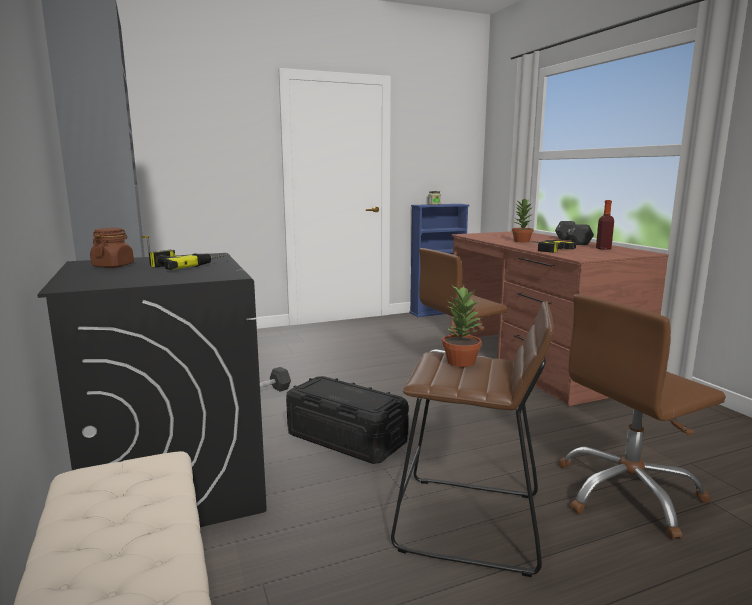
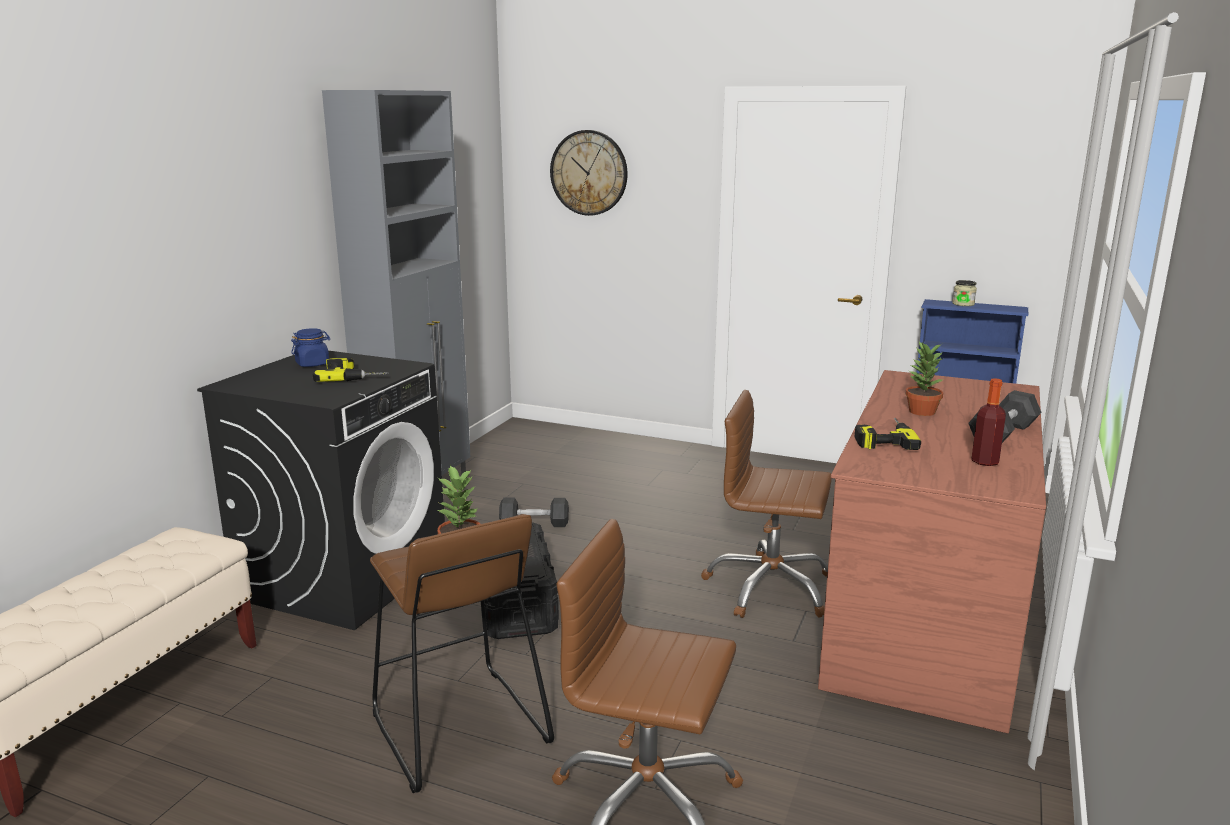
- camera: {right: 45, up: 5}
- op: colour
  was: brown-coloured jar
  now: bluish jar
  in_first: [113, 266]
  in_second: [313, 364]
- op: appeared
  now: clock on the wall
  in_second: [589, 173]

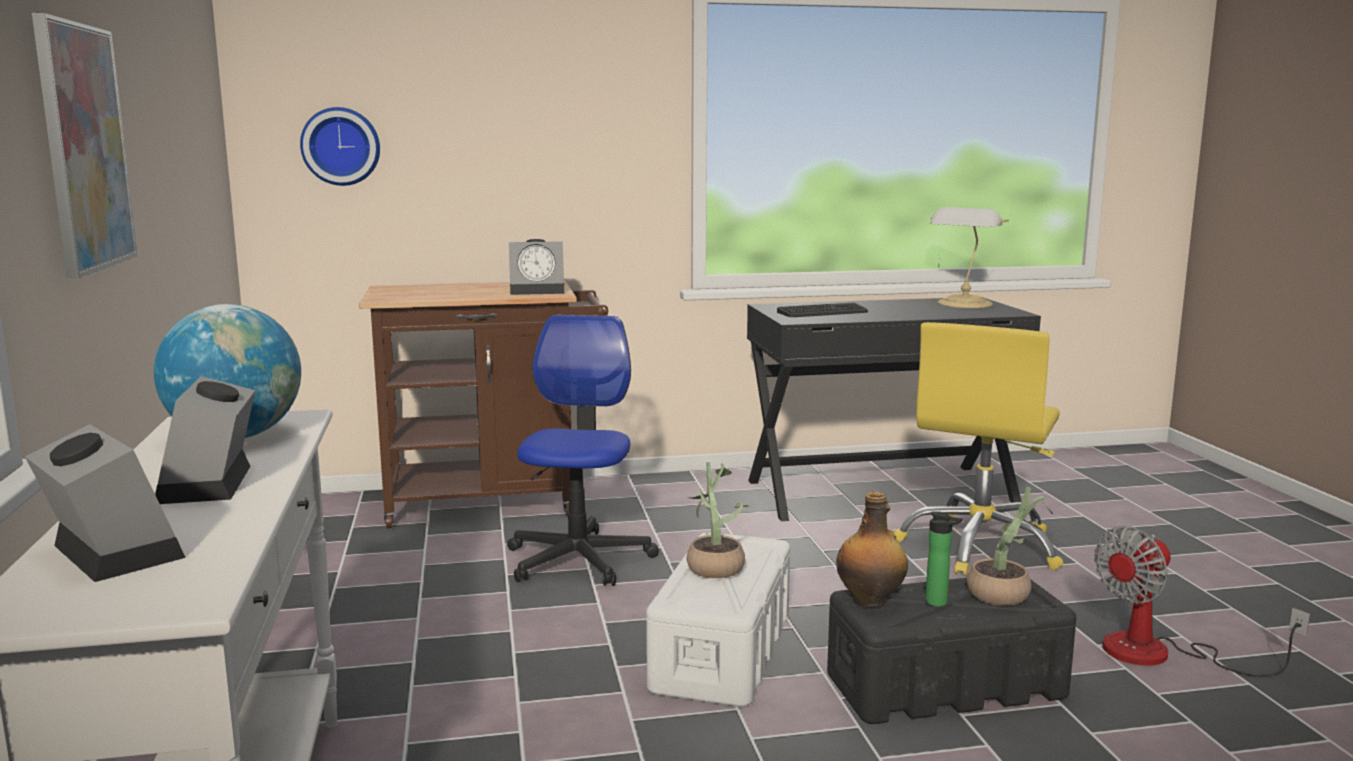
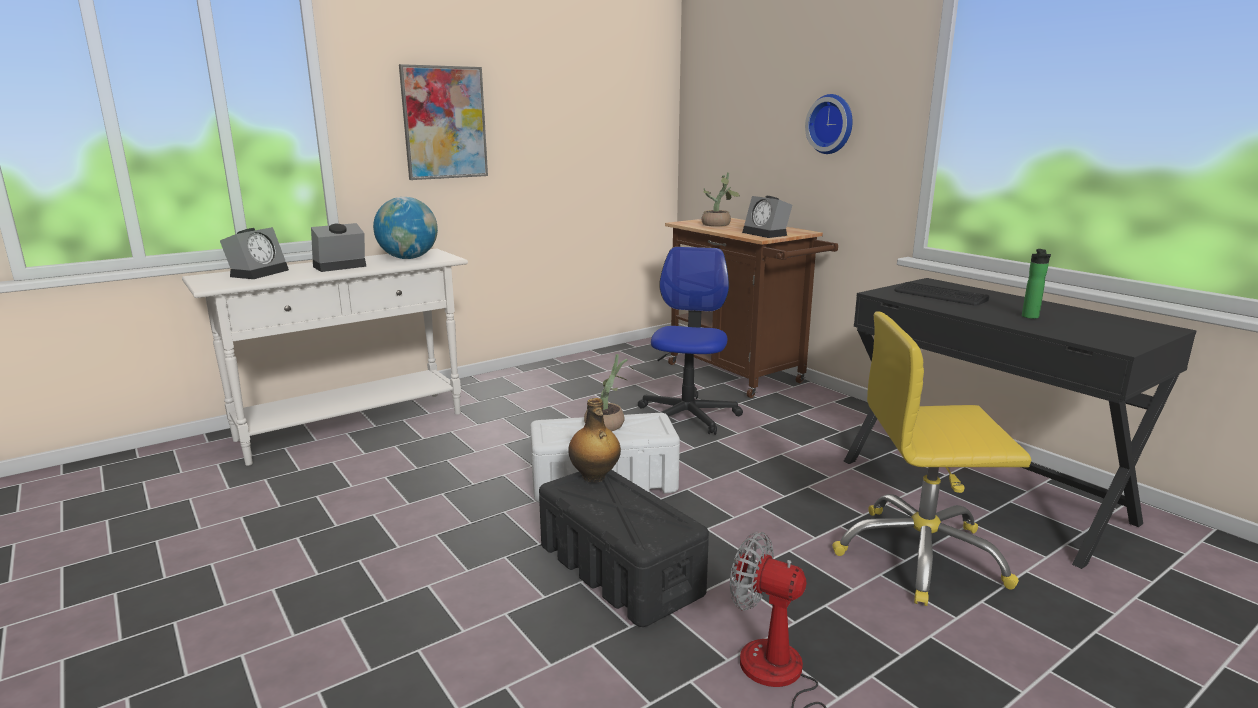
- camera: {right: 65, up: 5}
- op: relocated
  was: clock on the wall
  in_first: [341, 146]
  in_second: [832, 124]
- op: spun
  was: desk chair
  in_first: [578, 559]
  in_second: [687, 416]
  clockwise: -60
- op: relocated
  was: bottle
  in_first: [939, 603]
  in_second: [1030, 317]
- op: missing
  was: lamp for a table
  in_first: [964, 304]
- op: relocated
  was: plant in a pot
  in_first: [1005, 594]
  in_second: [718, 225]

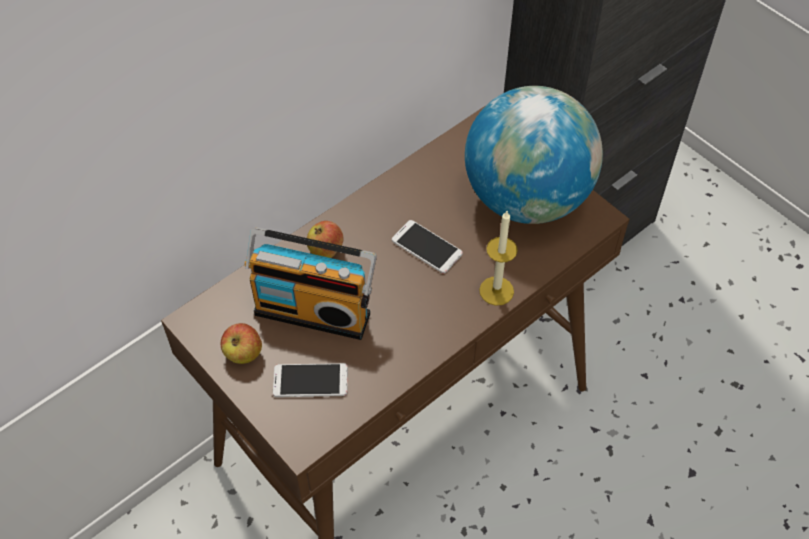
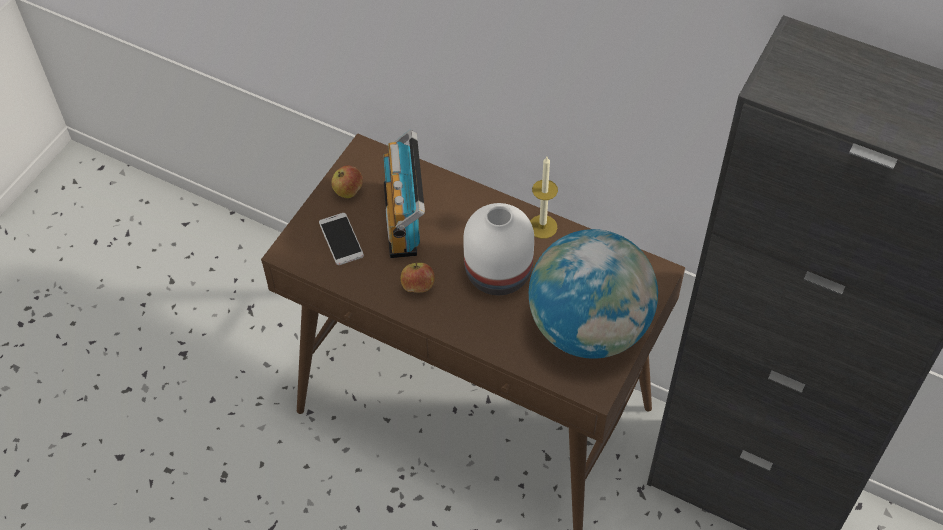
- camera: {right: 70, up: 0}
- op: relocated
  was: apple fruit
  in_first: [326, 250]
  in_second: [418, 286]
- op: exchanged
  was: telephone
  now: white-coloured flower vase
  in_first: [427, 247]
  in_second: [500, 272]
- op: relocated
  was: candle
  in_first: [496, 291]
  in_second: [542, 226]

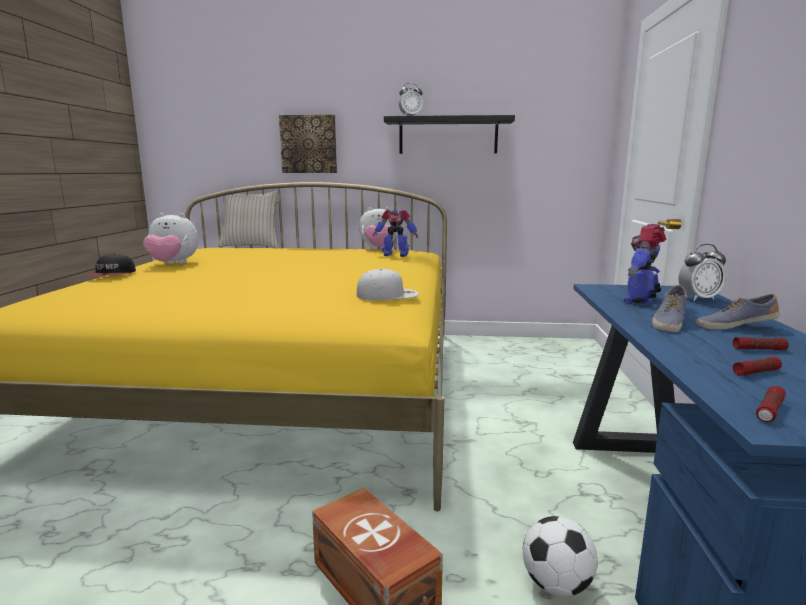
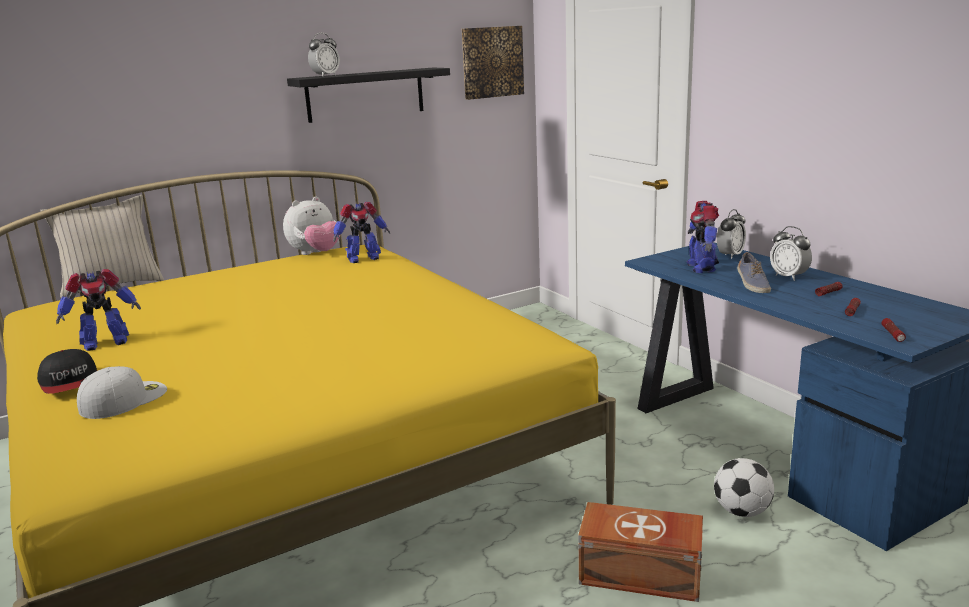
- camera: {right: -35, up: 5}
- op: exchanged
  was: cuddly toy
  now: model robot
  in_first: [173, 264]
  in_second: [105, 343]
- op: relocated
  was: wall picture
  in_first: [309, 144]
  in_second: [492, 62]
- op: relocated
  was: white-coloured peaked cap
  in_first: [388, 294]
  in_second: [124, 399]
- op: exchanged
  was: item of footwear
  now: bedside clock
  in_first: [734, 326]
  in_second: [789, 276]

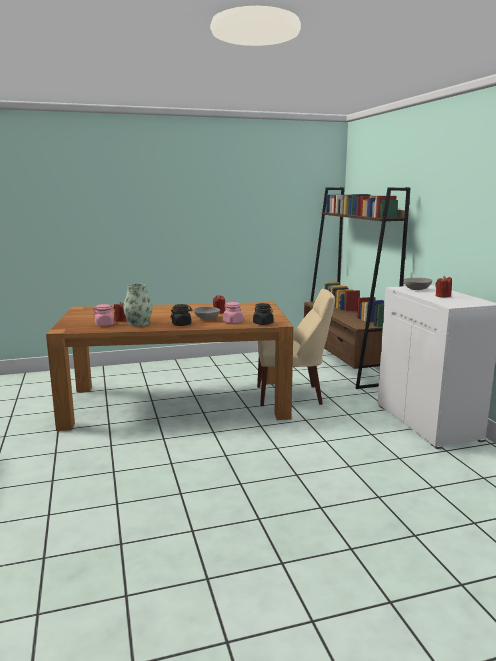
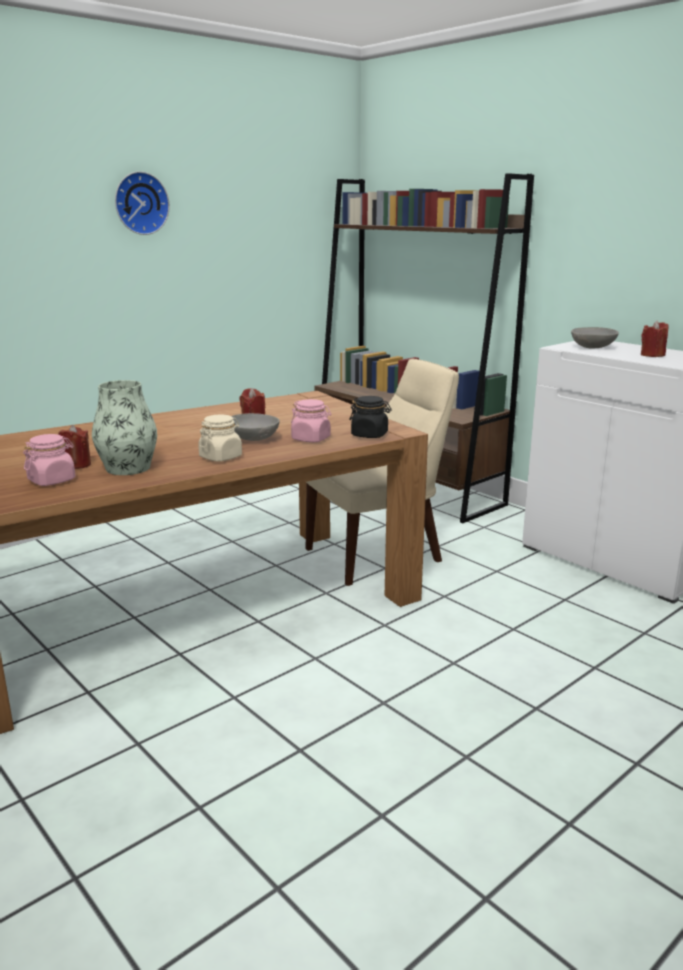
- camera: {right: -25, up: 5}
- op: colour
  was: blackish jar
  now: sand-coloured jar
  in_first: [181, 324]
  in_second: [221, 457]
- op: appeared
  now: clock on the wall
  in_second: [140, 203]

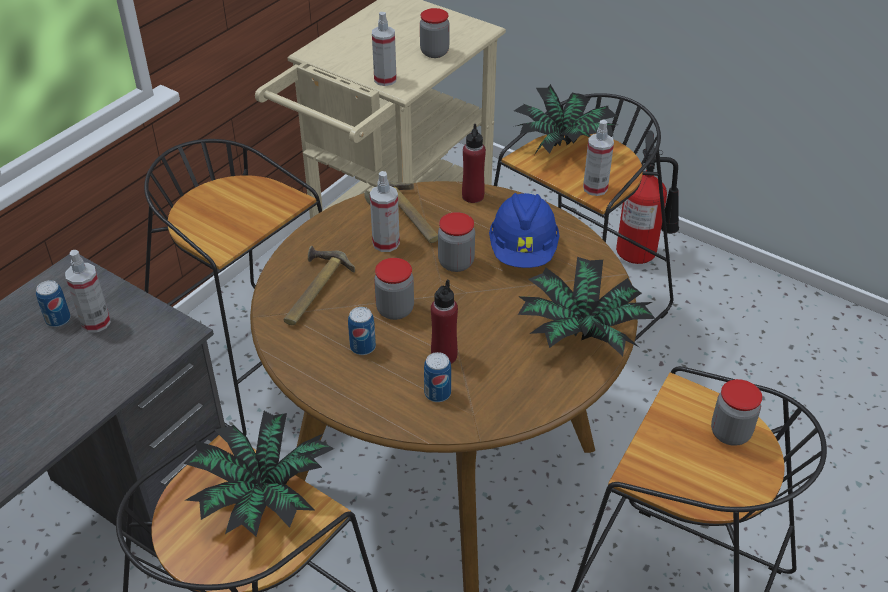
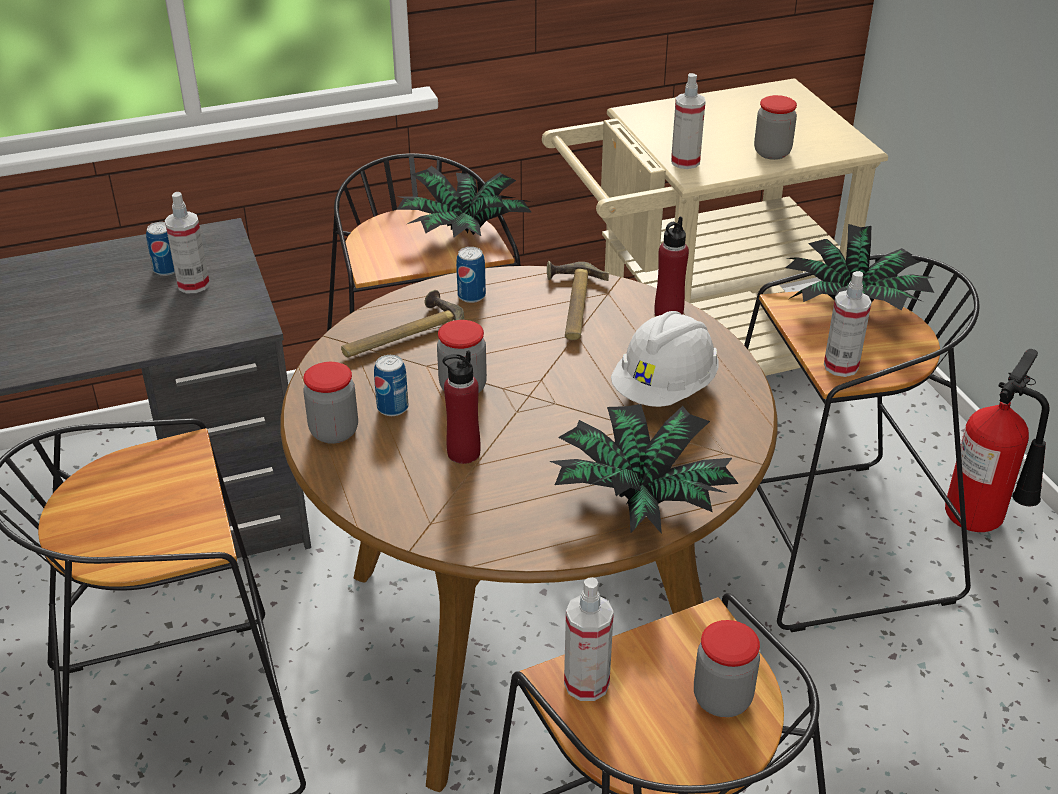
- camera: {right: 35, up: -5}
- op: relocated
  was: plant in a pot
  in_first: [262, 495]
  in_second: [463, 232]
- op: relocated
  was: hand sprayer
  in_first: [386, 243]
  in_second: [586, 683]
- op: relocated
  was: can
  in_first: [437, 393]
  in_second: [471, 296]
- op: relocated
  was: jar
  in_first: [456, 263]
  in_second: [334, 432]
- op: colour
  was: bluish hard hat
  now: white-coloured hard hat
  in_first: [523, 250]
  in_second: [665, 389]

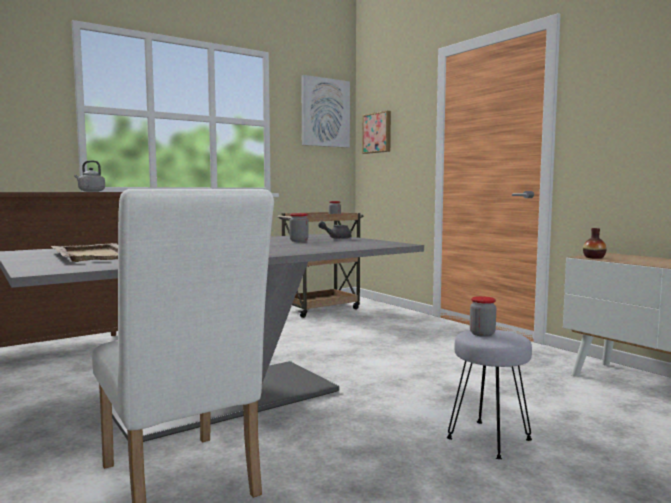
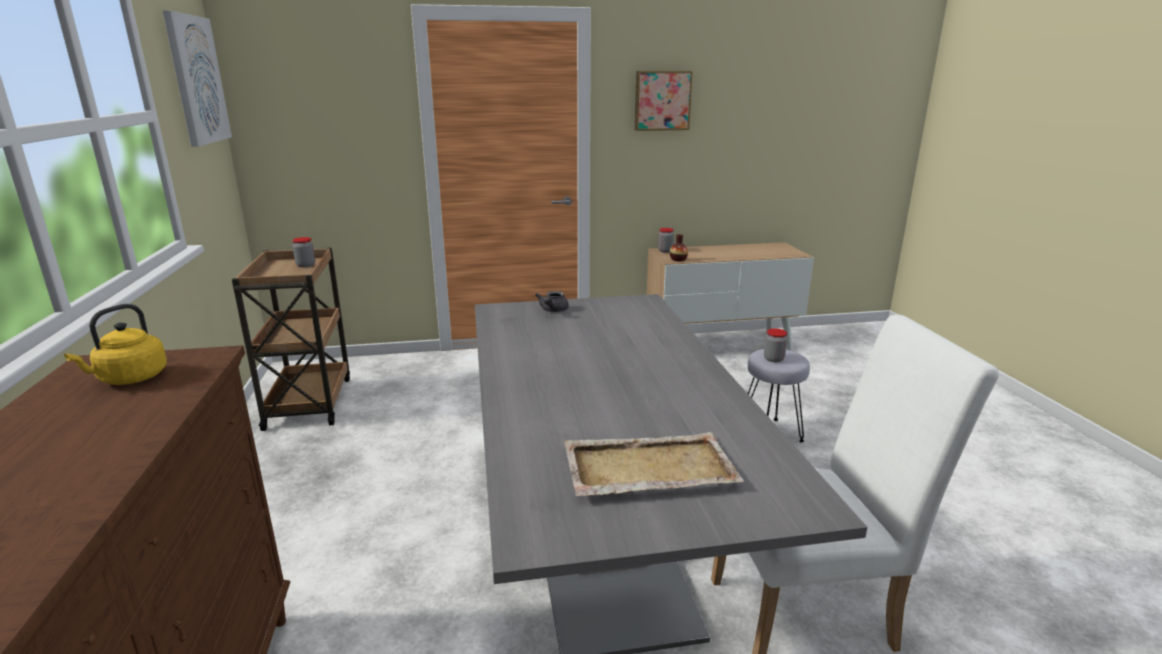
- camera: {right: -65, up: 15}
- op: colour
  was: gray water kettle
  now: yellowish water kettle
  in_first: [90, 191]
  in_second: [129, 379]
- op: relocated
  was: jar
  in_first: [299, 241]
  in_second: [665, 251]
- op: relocated
  was: wall picture
  in_first: [377, 133]
  in_second: [662, 100]

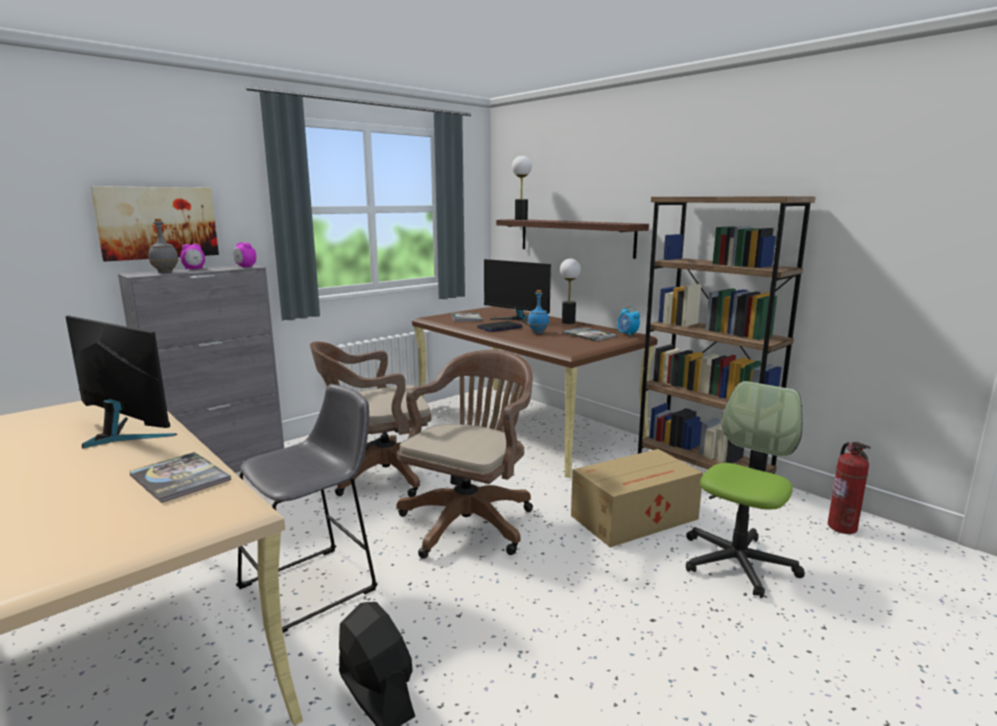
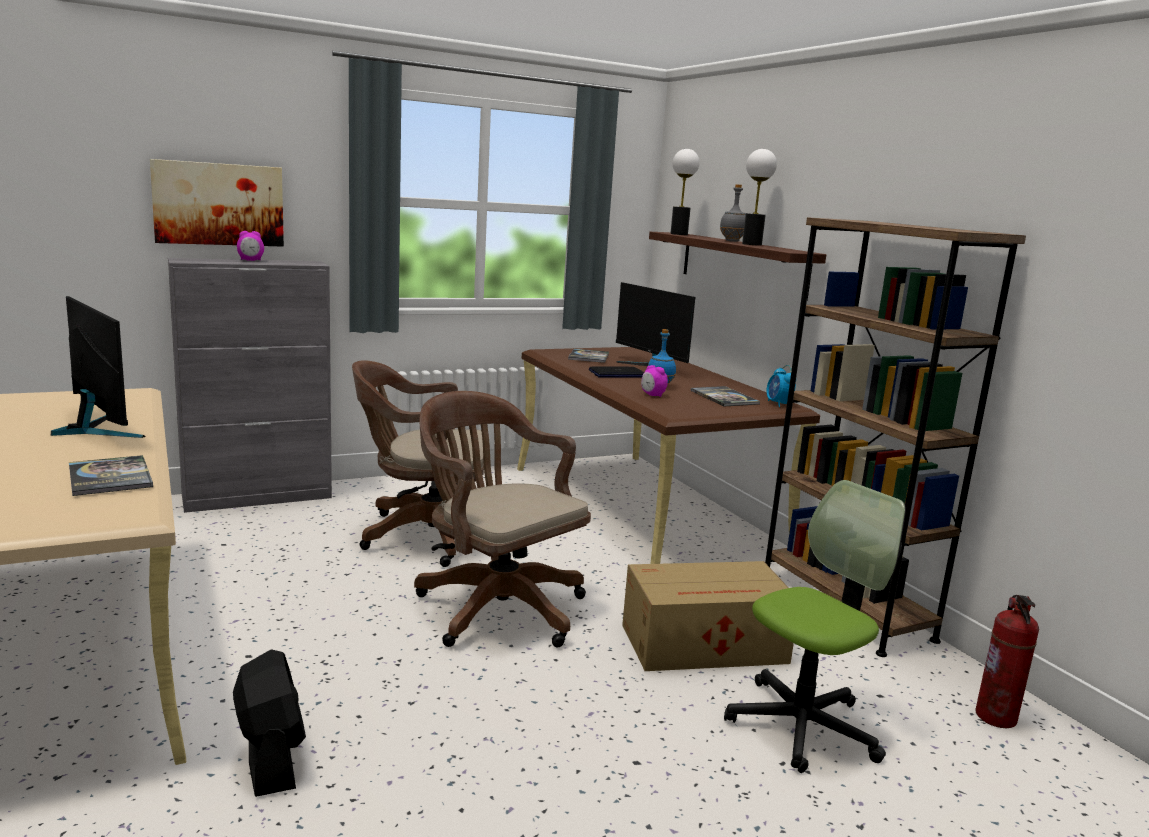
- camera: {right: 15, up: 0}
- op: relocated
  was: gray bottle
  in_first: [166, 272]
  in_second: [732, 241]
- op: relocated
  was: bedside clock
  in_first: [245, 267]
  in_second: [652, 395]
- op: missing
  was: gray stool seat
  in_first: [315, 586]
- op: spun
  was: brown-coloured desk chair
  in_first: [470, 520]
  in_second: [495, 606]
  clockwise: -90
- op: relocated
  was: lamp for a table
  in_first: [568, 322]
  in_second: [752, 244]

